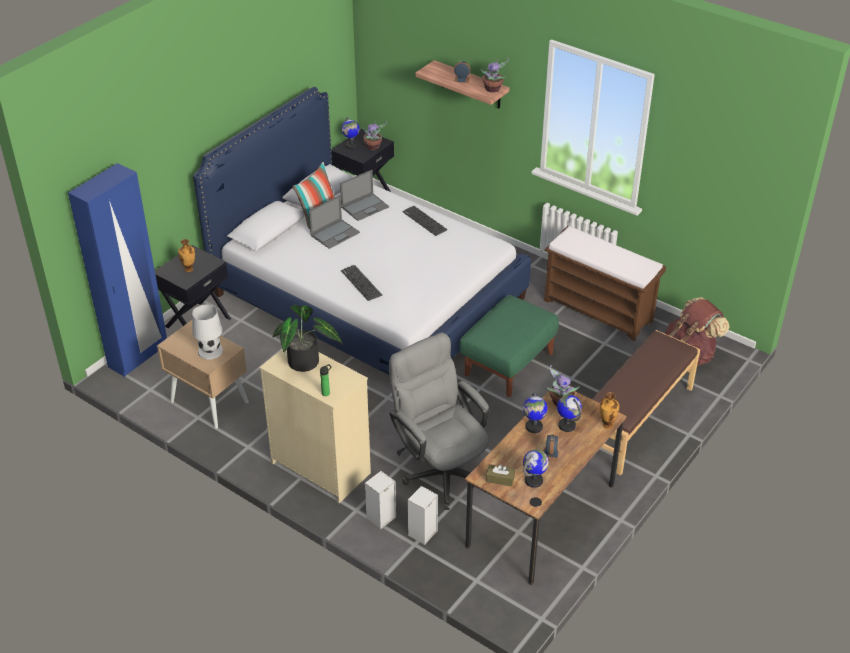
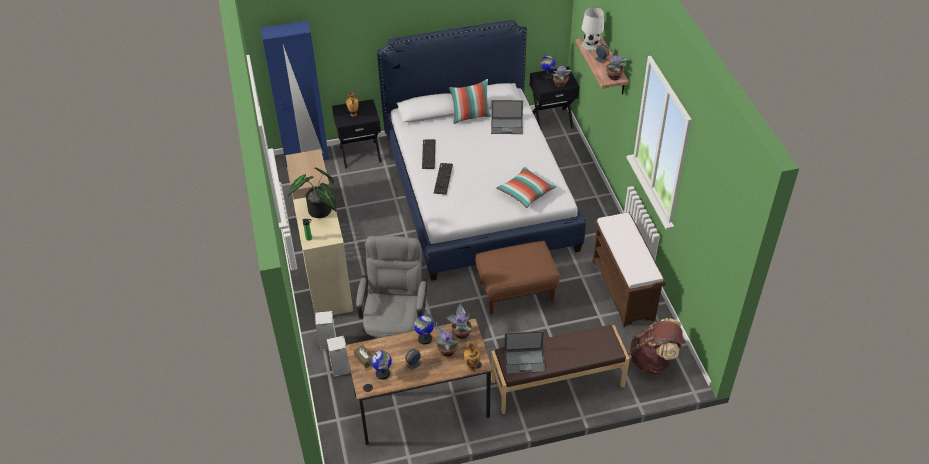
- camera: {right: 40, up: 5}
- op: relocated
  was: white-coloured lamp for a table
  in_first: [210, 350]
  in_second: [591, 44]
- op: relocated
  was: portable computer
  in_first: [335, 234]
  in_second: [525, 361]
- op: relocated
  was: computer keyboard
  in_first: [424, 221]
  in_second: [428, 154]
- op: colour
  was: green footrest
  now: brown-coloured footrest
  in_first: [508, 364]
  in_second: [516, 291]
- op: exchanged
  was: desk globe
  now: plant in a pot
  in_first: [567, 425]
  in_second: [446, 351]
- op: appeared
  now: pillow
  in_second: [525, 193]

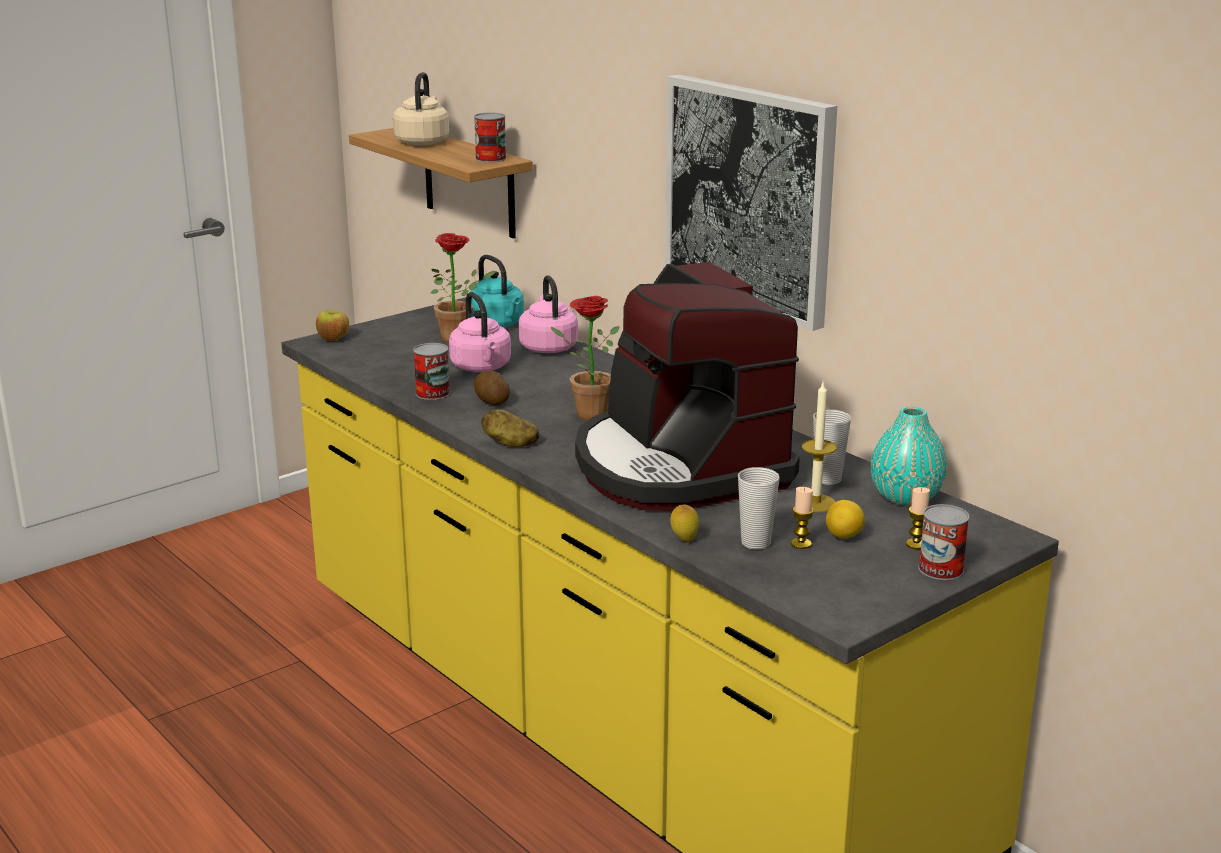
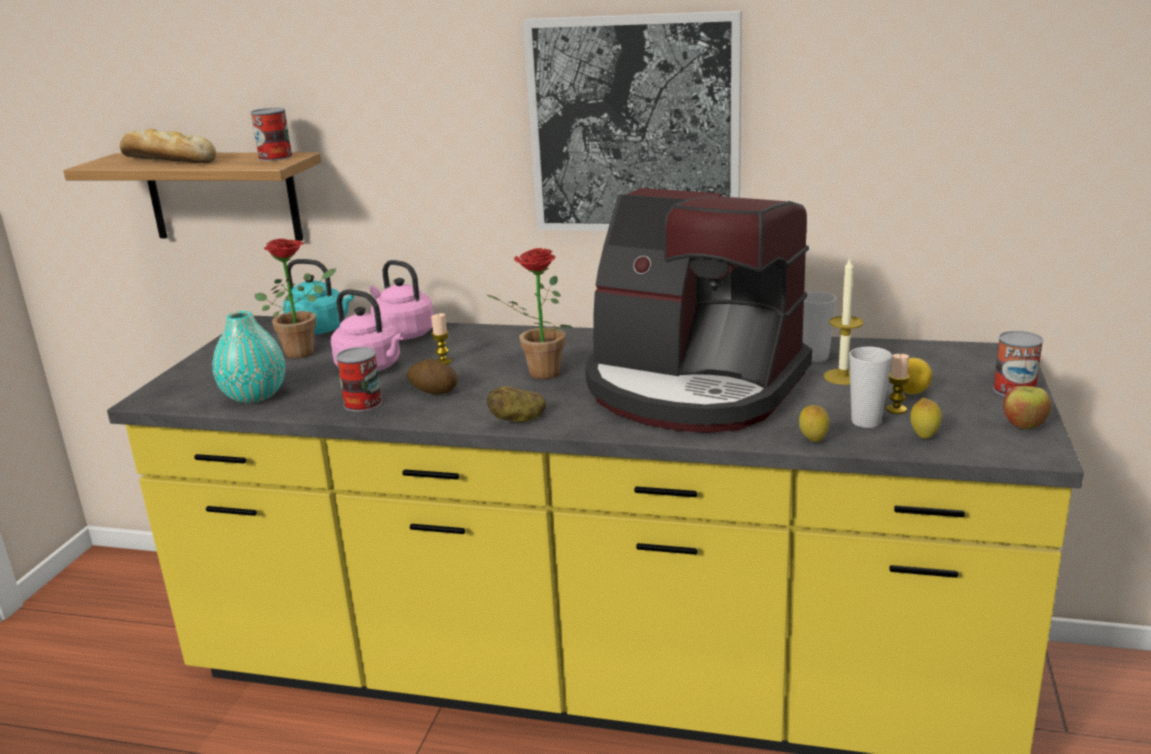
- camera: {right: -35, up: 0}
- op: relocated
  was: apple fruit
  in_first: [333, 339]
  in_second: [1023, 425]
- op: exchanged
  was: sand-coloured water kettle
  now: bakery bread
  in_first: [423, 142]
  in_second: [167, 160]
- op: relocated
  was: turquoise flower vase
  in_first: [905, 497]
  in_second: [254, 395]
- op: relocated
  was: candle
  in_first: [916, 544]
  in_second: [443, 362]
- op: appeared
  now: lemon
  in_second: [924, 436]

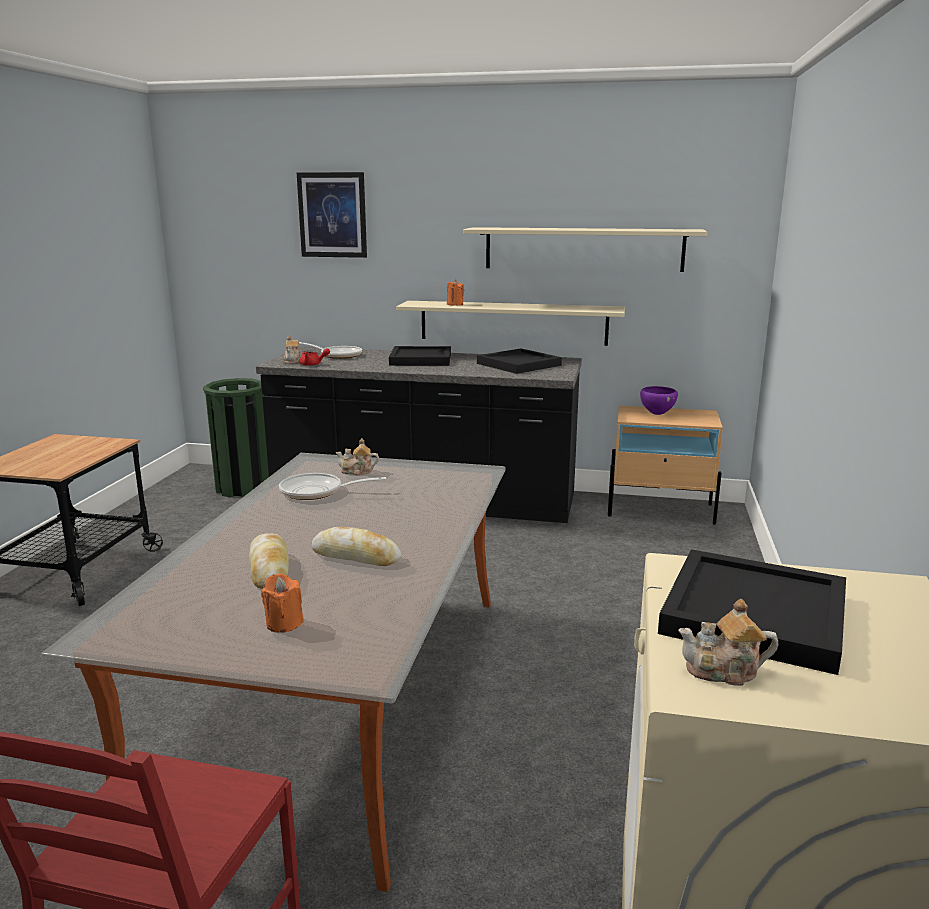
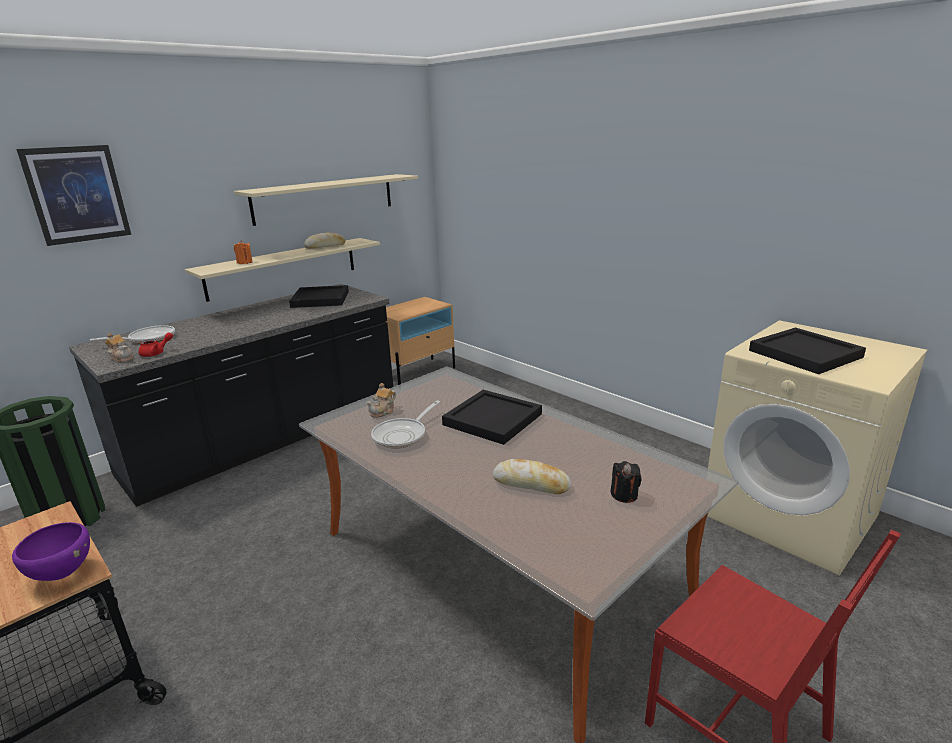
- camera: {right: -55, up: 5}
- op: colour
  was: orange candle
  now: blackish candle
  in_first: [284, 623]
  in_second: [624, 495]
- op: relocated
  was: bakery bread
  in_first: [356, 556]
  in_second: [325, 246]
- op: relocated
  was: blackish serving tray
  in_first: [420, 359]
  in_second: [492, 420]
- op: relocated
  was: purple deep dish
  in_first: [657, 414]
  in_second: [62, 574]
- op: missing
  was: pot for tea
  in_first: [724, 671]

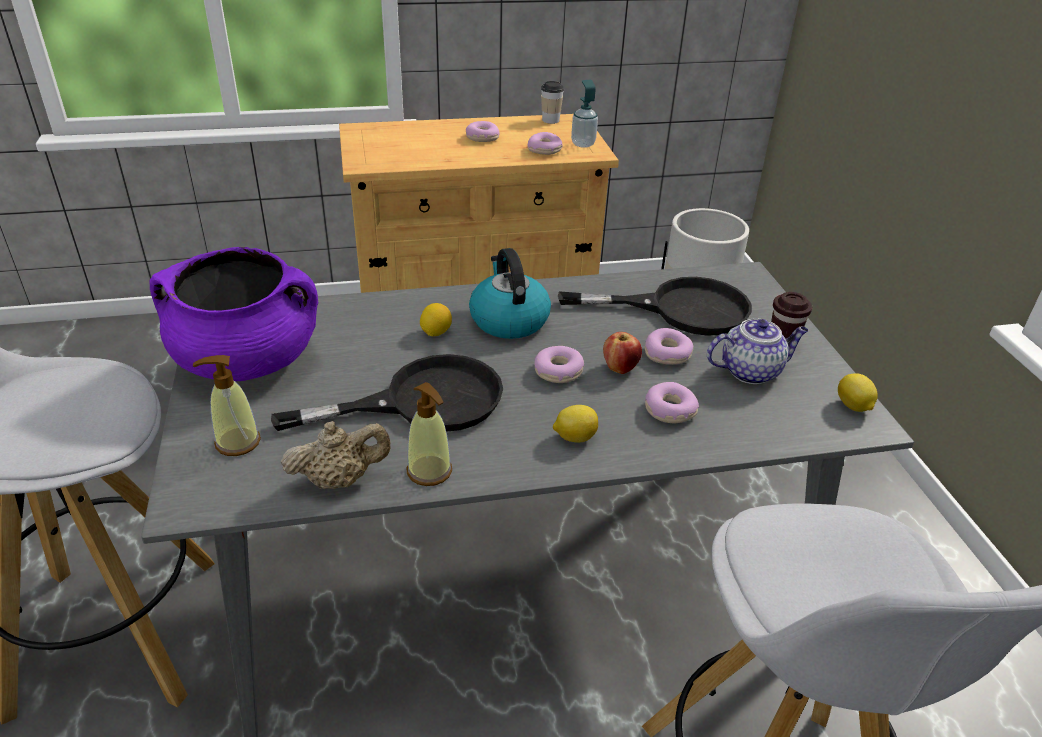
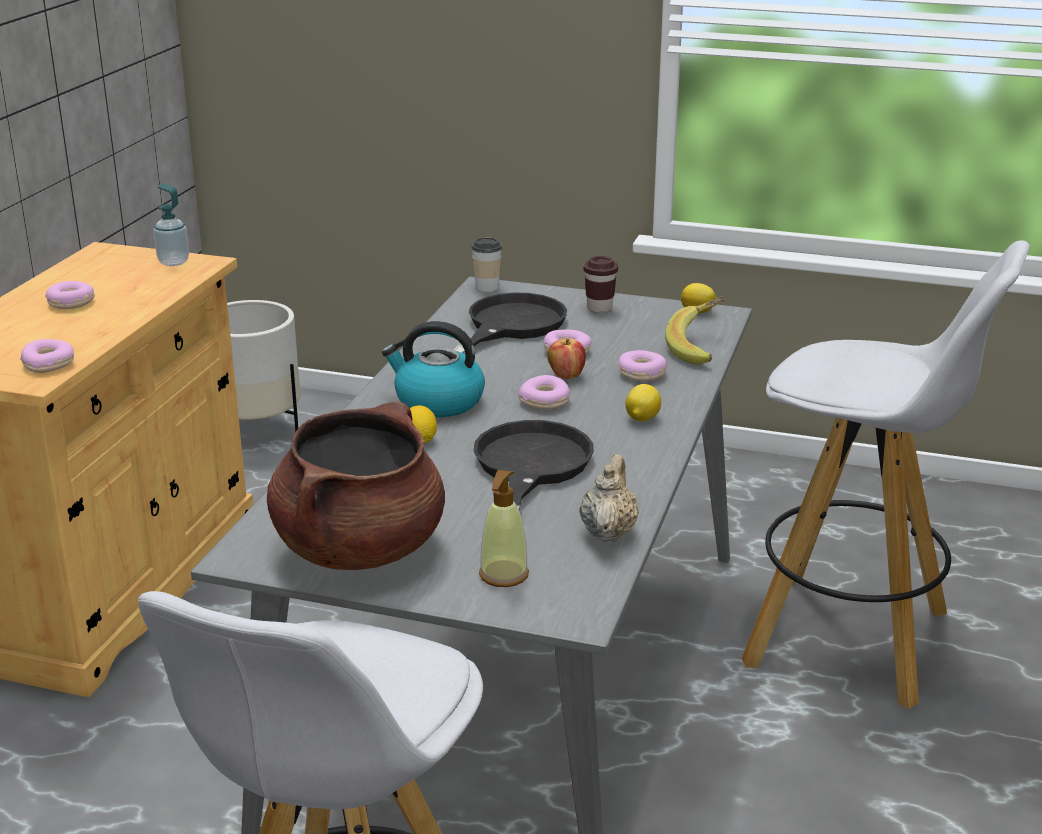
- camera: {right: -60, up: -10}
- op: colour
  was: purple stockpot
  now: brown-coloured stockpot
  in_first: [248, 361]
  in_second: [360, 548]
- op: missing
  was: soap bottle
  in_first: [429, 471]
- op: relocated
  was: ring doughnut
  in_first: [545, 150]
  in_second: [49, 364]
- op: relocated
  was: small cup
  in_first: [550, 120]
  in_second: [487, 287]
- op: missing
  was: pot for tea
  in_first: [751, 371]
- op: appeared
  now: banana fruit
  in_second: [702, 349]

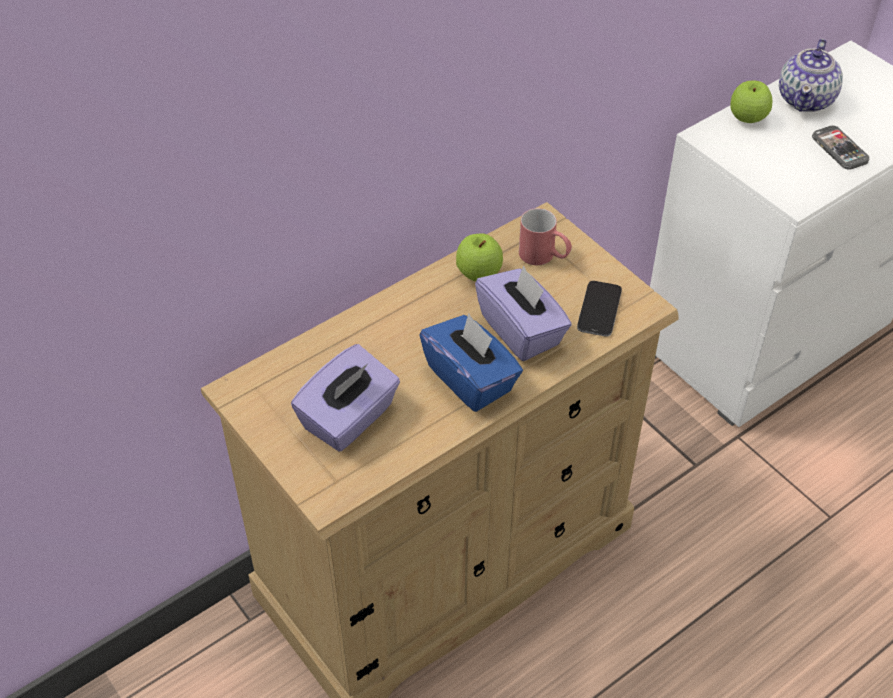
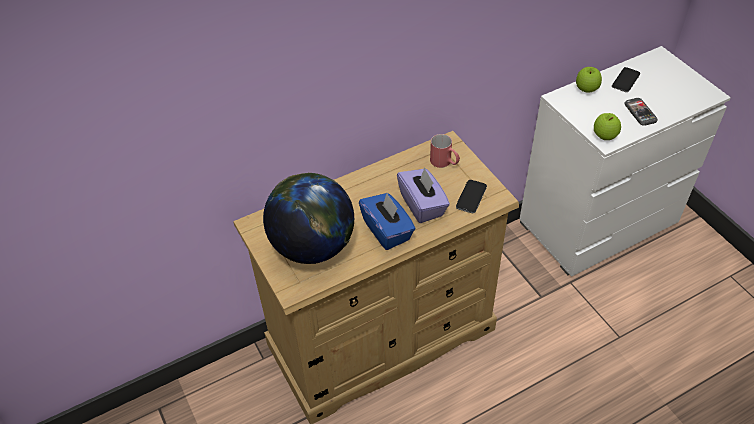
- camera: {right: 10, up: 0}
- op: exchanged
  was: purple tissue box
  now: desk globe
  in_first: [349, 418]
  in_second: [313, 247]
- op: relocated
  was: apple fruit
  in_first: [479, 274]
  in_second: [604, 136]
- op: exchanged
  was: pot for tea
  now: telephone
  in_first: [806, 99]
  in_second: [625, 80]

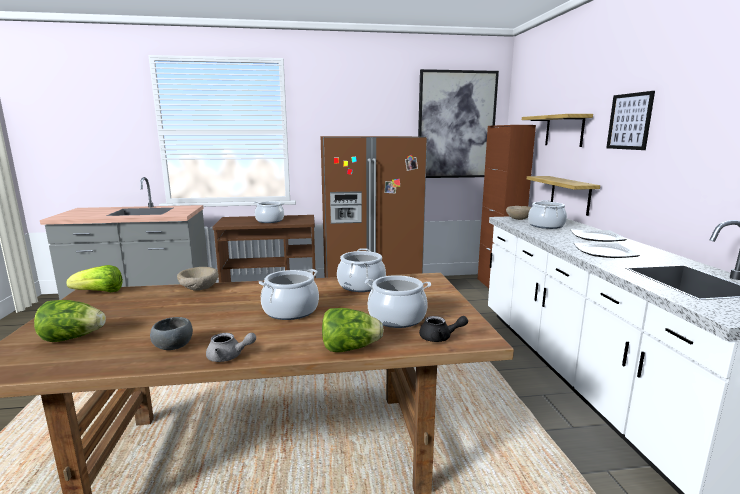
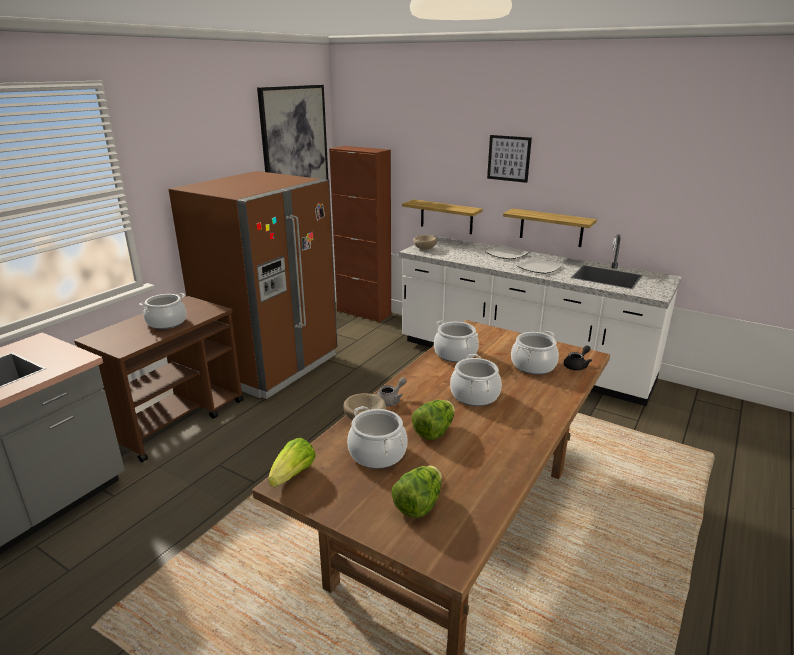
- camera: {right: -50, up: 10}
- op: missing
  was: gray deep dish
  in_first: [174, 347]
- op: relocated
  was: gray pot for tea
  in_first: [229, 357]
  in_second: [391, 400]
- op: relocated
  was: lettuce
  in_first: [349, 348]
  in_second: [434, 431]
- op: relocated
  was: wall shelf
  in_first: [564, 130]
  in_second: [551, 227]
- op: relocated
  was: stockpot
  in_first: [546, 226]
  in_second: [377, 453]

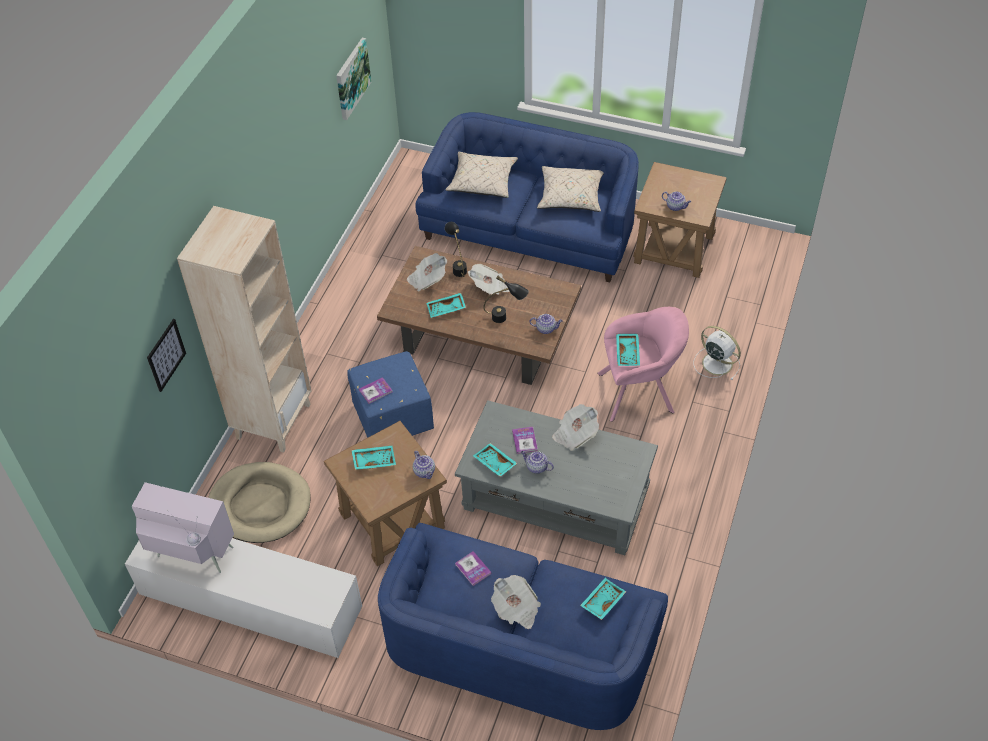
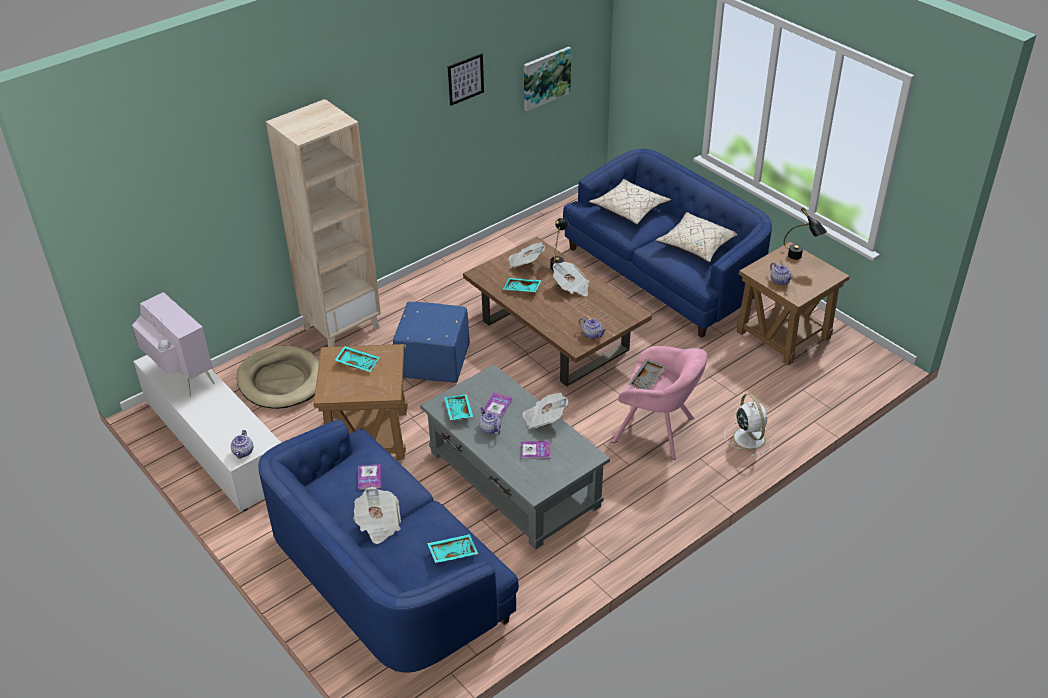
- camera: {right: 30, up: -10}
- op: relocated
  was: wall picture
  in_first: [166, 355]
  in_second: [465, 79]
- op: relocated
  was: bound book
  in_first: [375, 391]
  in_second: [535, 451]
- op: relocated
  was: pot for tea
  in_first: [425, 471]
  in_second: [243, 452]
- op: relocated
  was: blackish lamp for a table
  in_first: [506, 319]
  in_second: [800, 258]
- op: colour
  was: turquoise serving tray
  now: gray serving tray
  in_first: [628, 353]
  in_second: [647, 380]

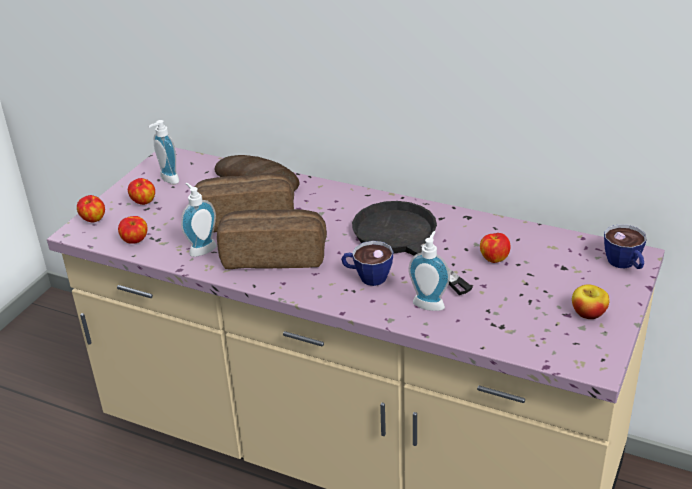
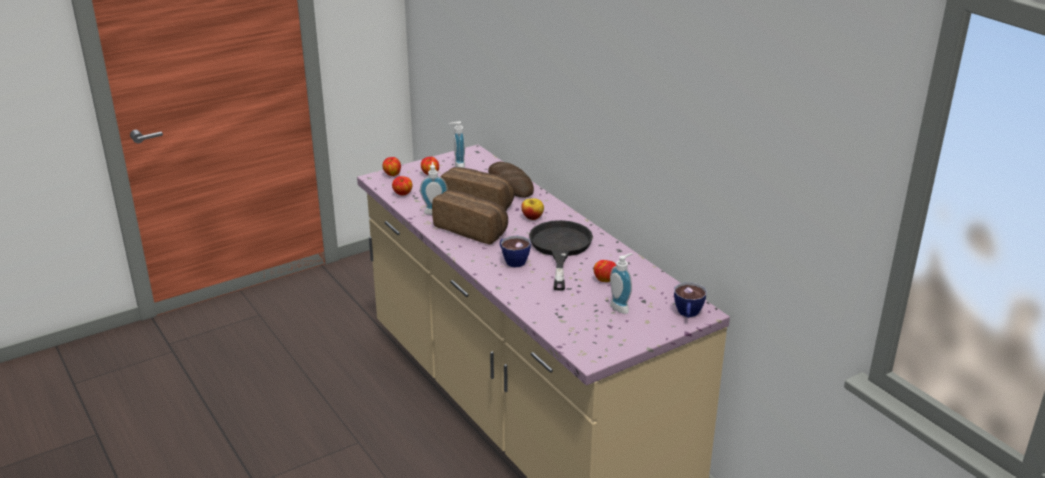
- camera: {right: 30, up: -5}
- op: relocated
  was: soap bottle
  in_first: [429, 303]
  in_second: [621, 307]
- op: relocated
  was: apple fruit
  in_first: [588, 313]
  in_second: [532, 217]

